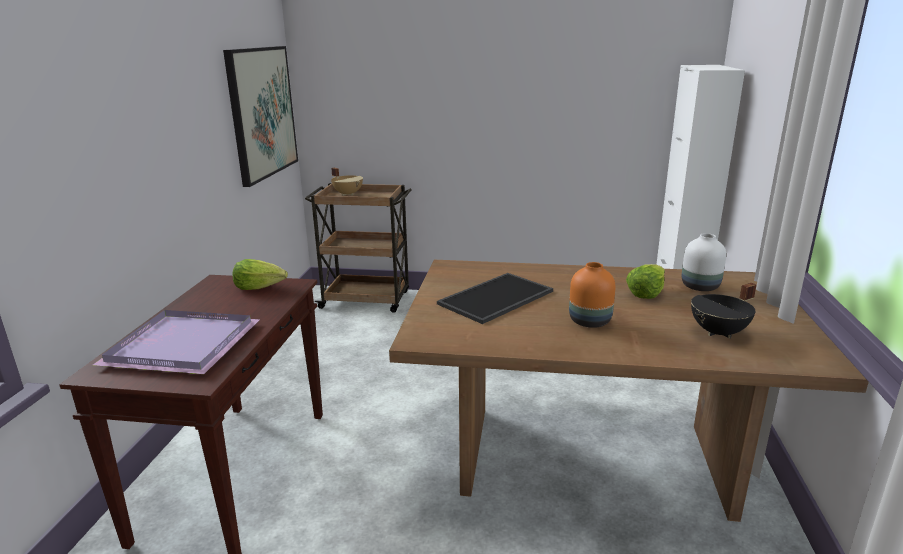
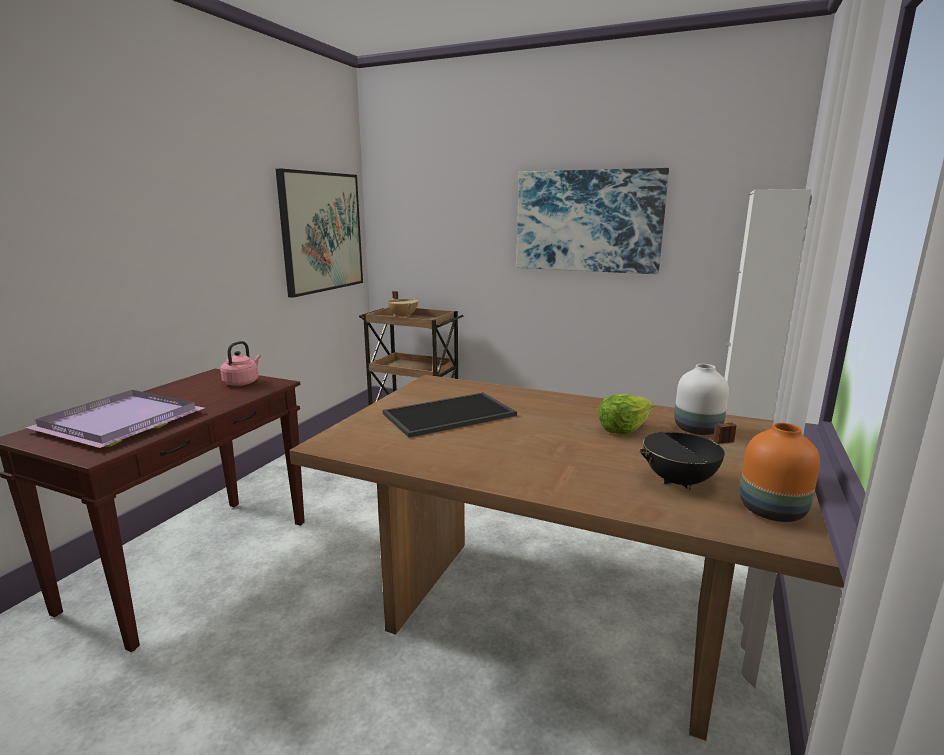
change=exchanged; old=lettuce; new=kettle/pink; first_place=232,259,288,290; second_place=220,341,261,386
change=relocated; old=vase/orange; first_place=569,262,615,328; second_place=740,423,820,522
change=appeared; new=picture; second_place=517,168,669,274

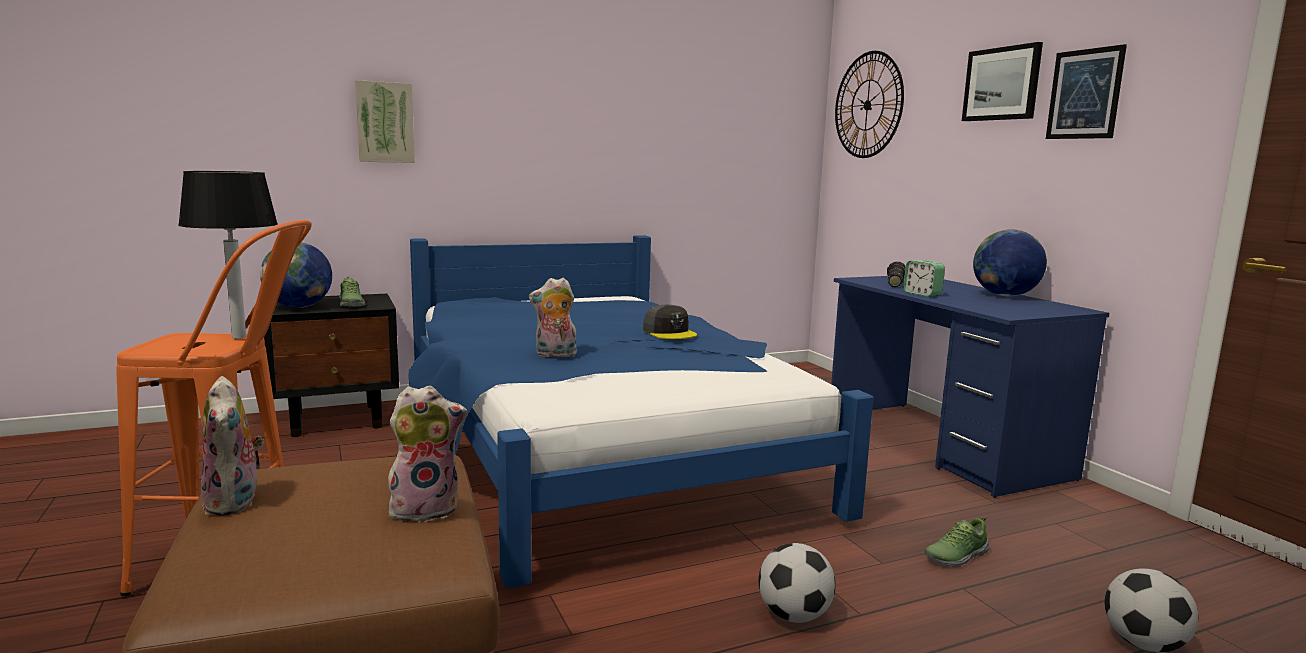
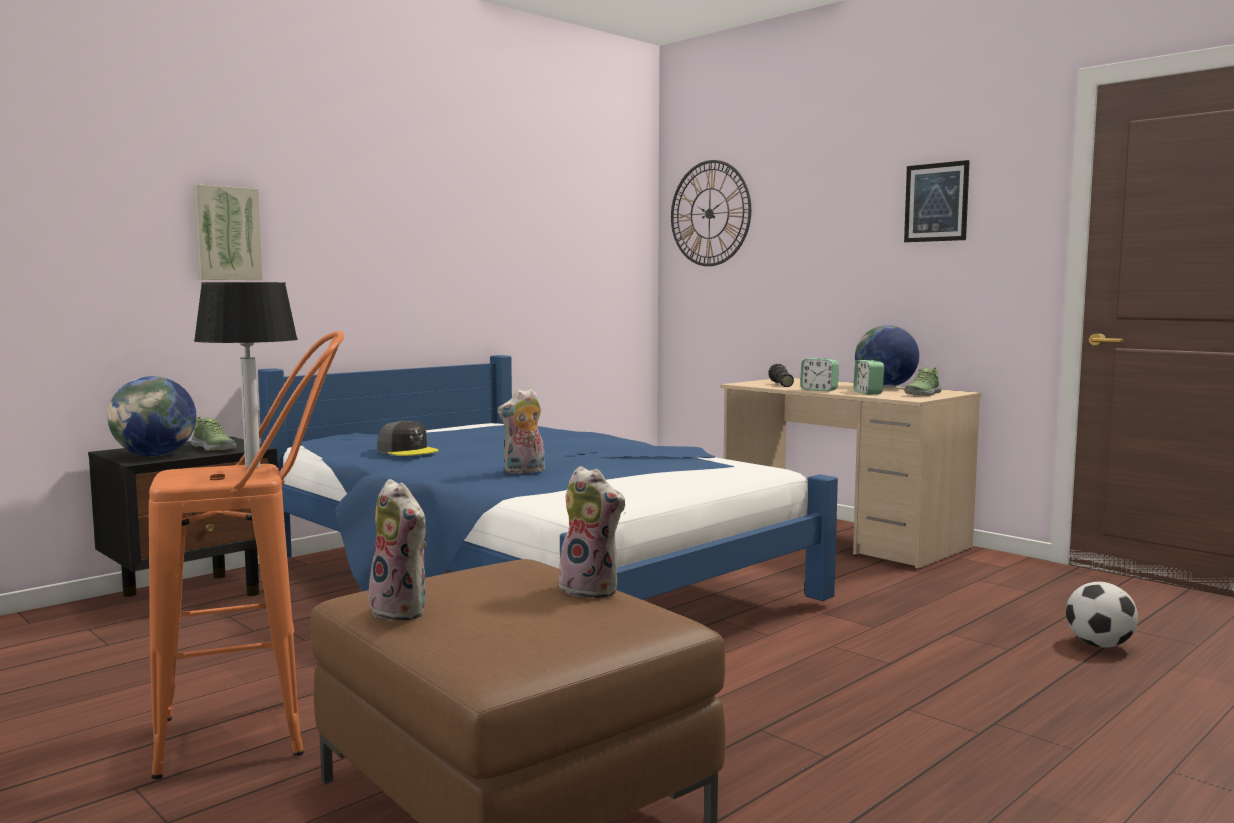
change=missing; old=picture; first_place=962,42,1043,121
change=colour; old=desk/blue; new=desk/beige; first_place=831,276,1109,498; second_place=720,378,981,569
change=relocated; old=cap/grey; first_place=643,304,697,339; second_place=377,421,439,456
change=spun; old=plush toy; first_place=388,386,468,522; second_place=556,466,626,599; degrees=75
change=relocated; old=shoe; first_place=925,517,990,568; second_place=905,367,942,396
change=missing; old=football; first_place=759,543,836,623
change=appeared; new=alarm clock; second_place=853,360,884,394

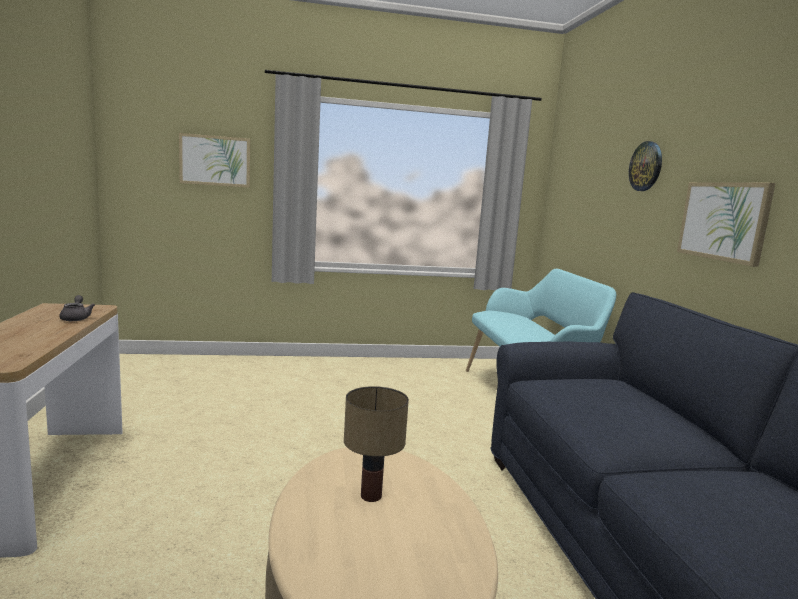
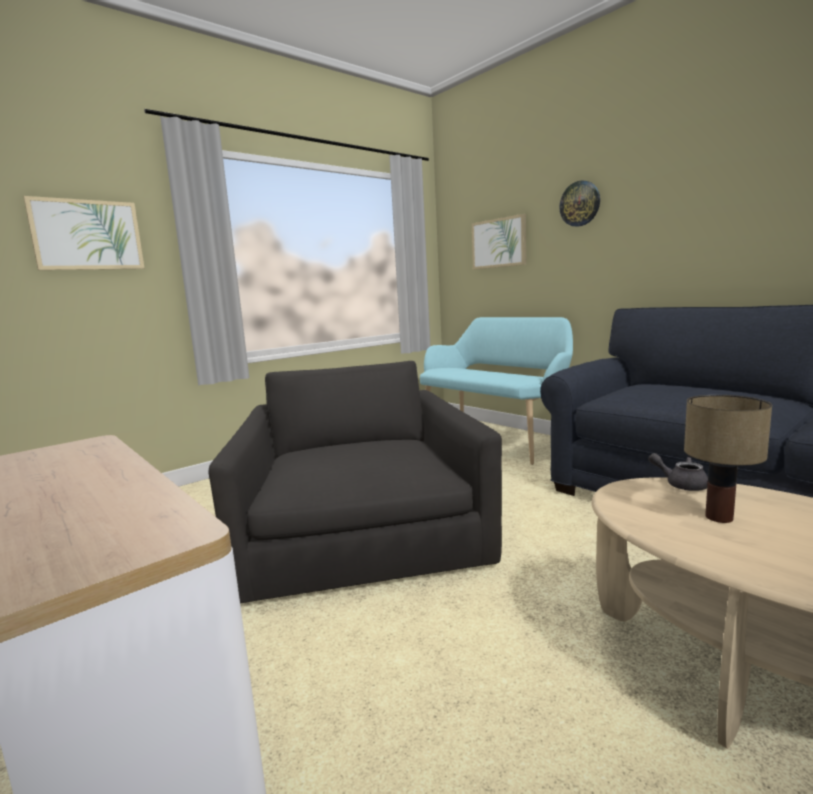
change=relocated; old=picture; first_place=677,182,776,267; second_place=472,214,526,270
change=relocated; old=teapot/grey; first_place=59,295,95,321; second_place=648,453,708,491
change=appeared; new=armchair/black; second_place=209,361,502,604

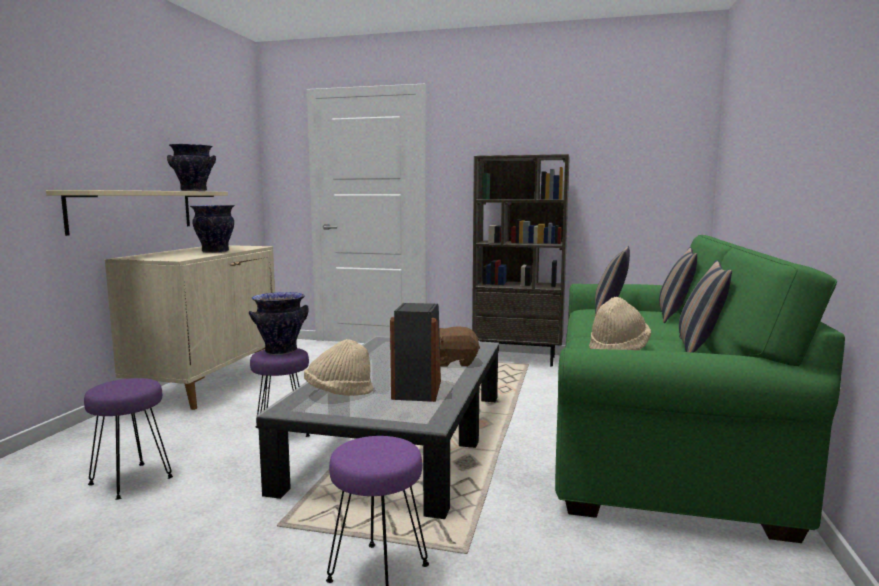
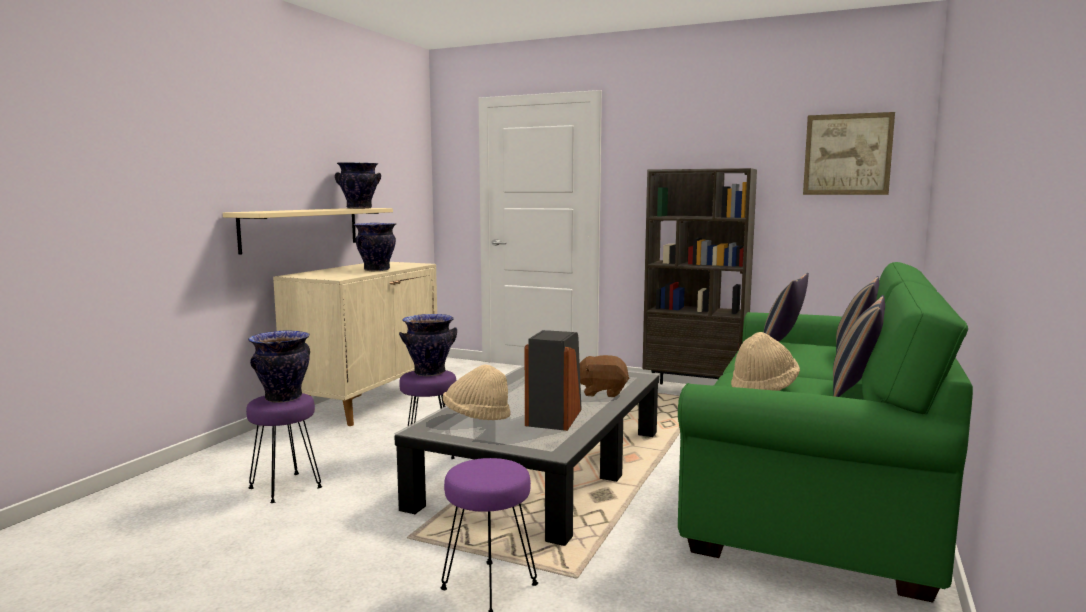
change=appeared; new=picture; second_place=803,112,895,195
change=appeared; new=vase; second_place=248,330,310,403

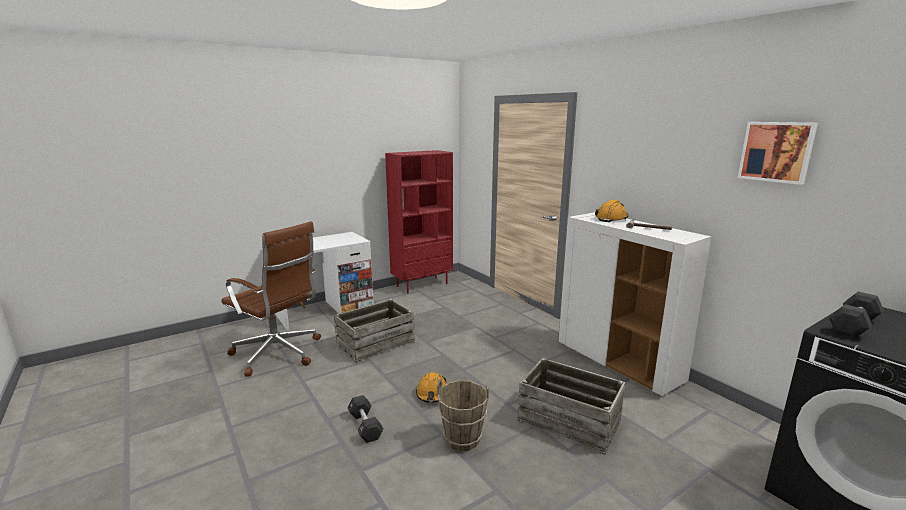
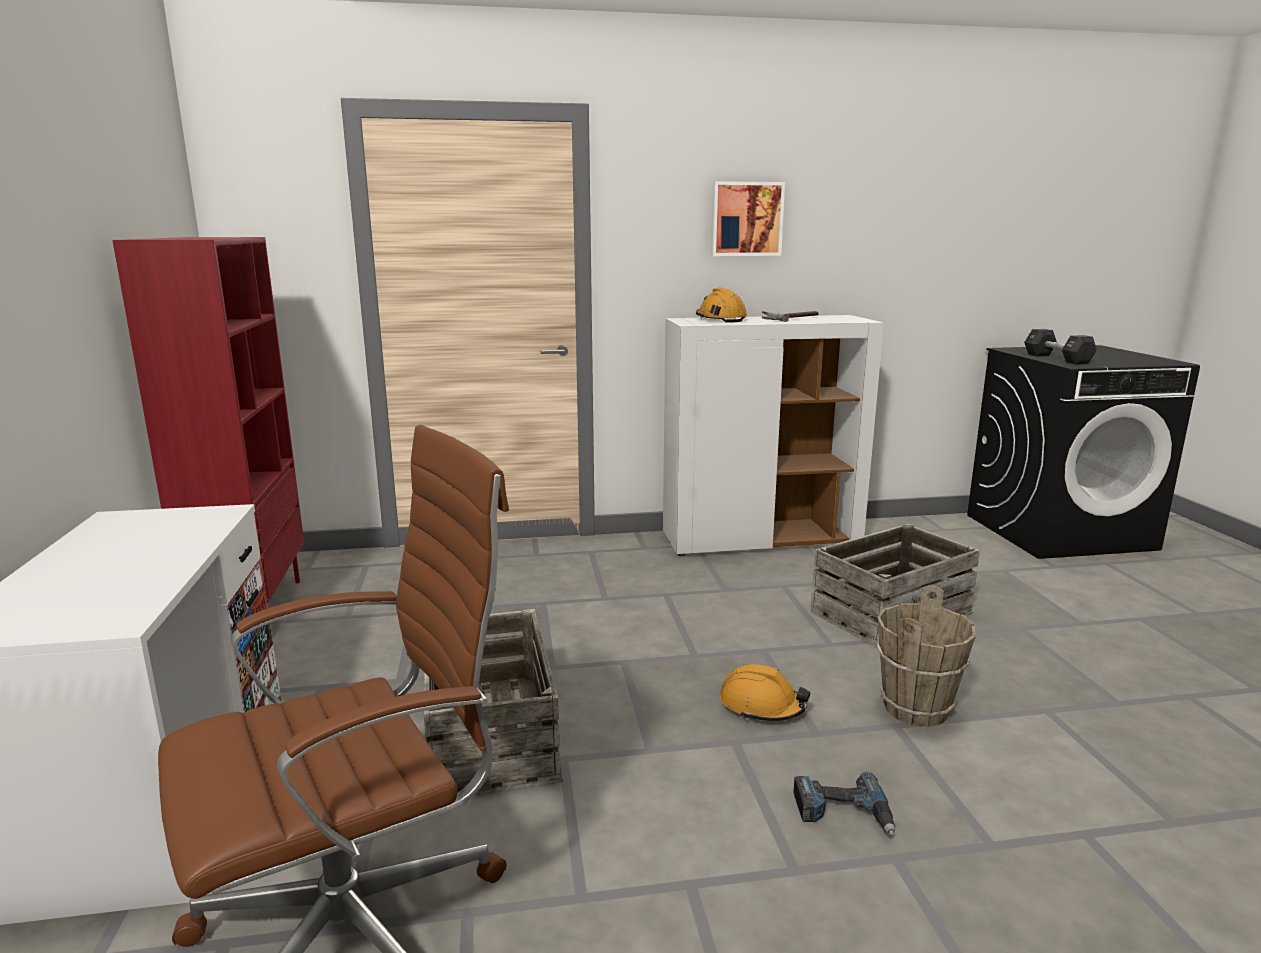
change=relocated; old=picture; first_place=738,122,818,185; second_place=711,181,785,256
change=exchanged; old=dumbbell/black; new=power drill; first_place=348,395,383,443; second_place=793,772,895,835

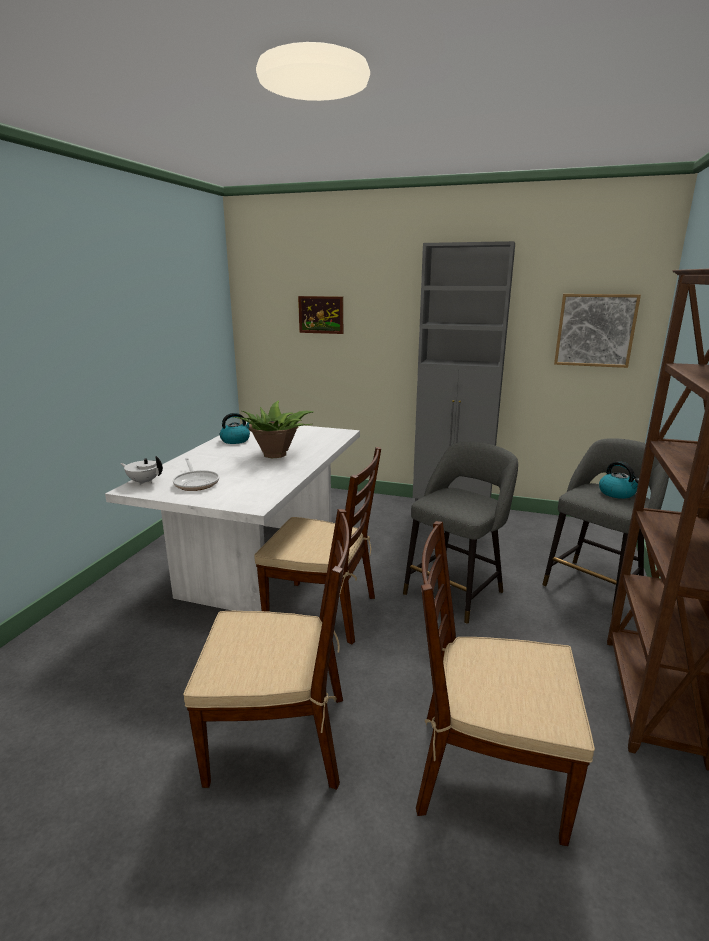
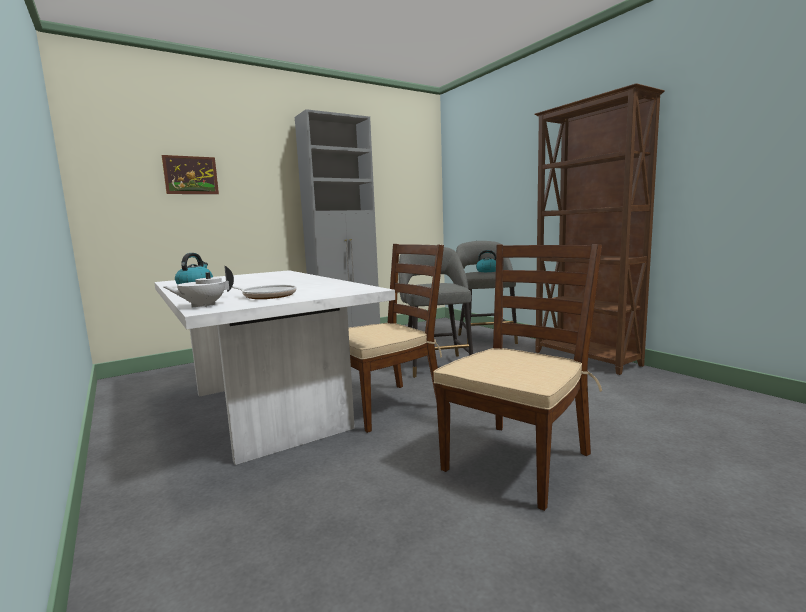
change=missing; old=picture; first_place=554,294,641,368
change=missing; old=potted plant; first_place=234,401,314,458
change=missing; old=chair/brown; first_place=416,521,595,846

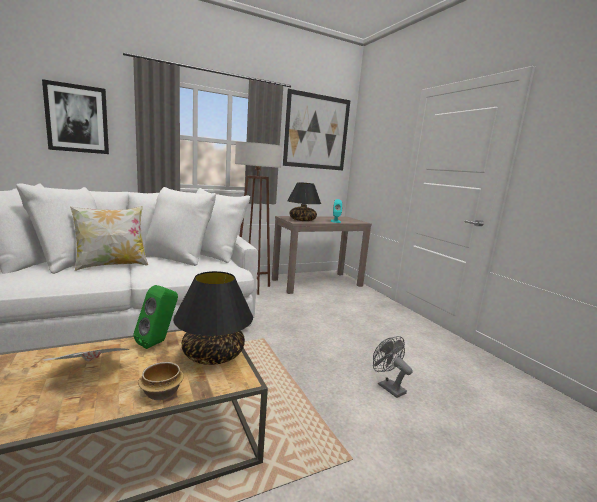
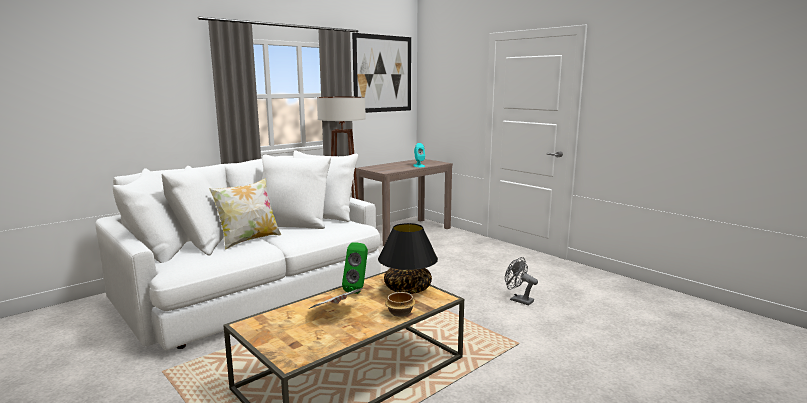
change=missing; old=picture; first_place=42,79,109,154
change=missing; old=table lamp/black; first_place=287,182,321,221

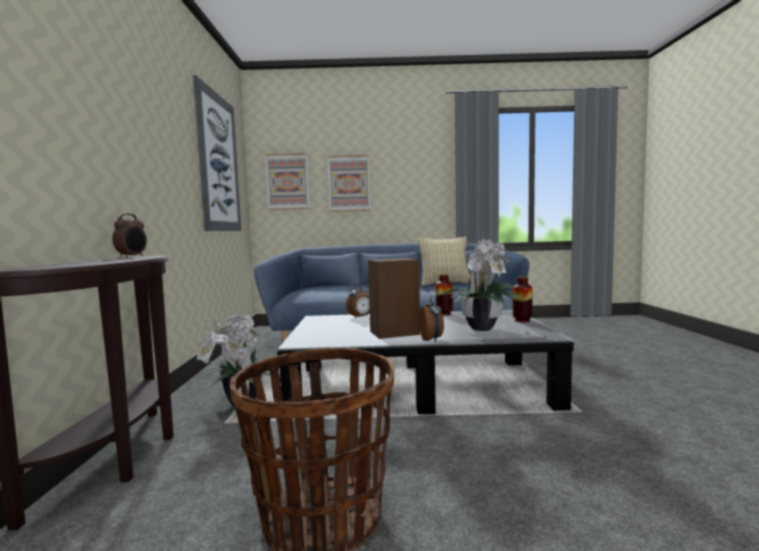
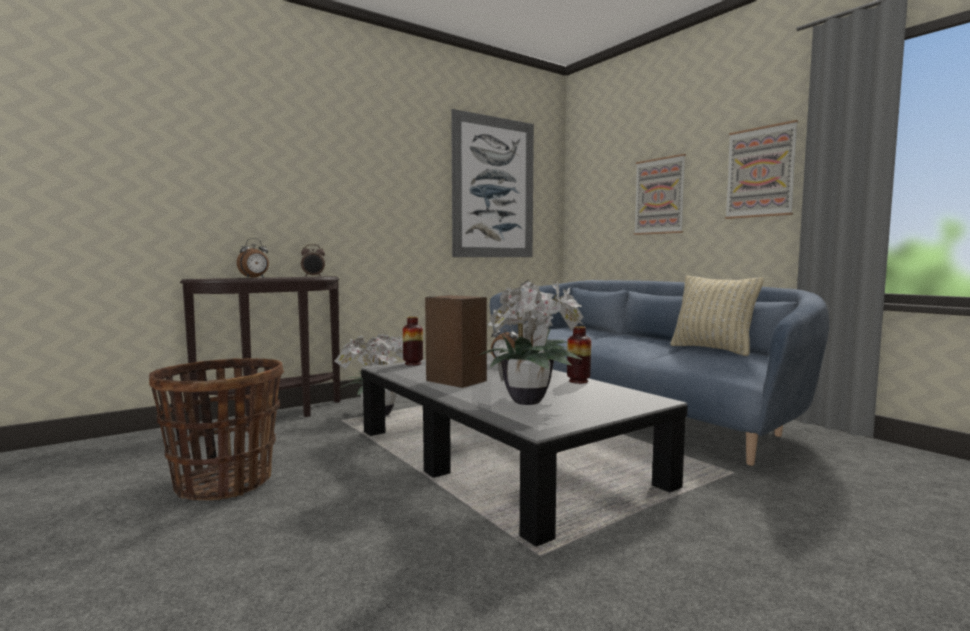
change=relocated; old=picture; first_place=265,153,310,210; second_place=725,120,798,219
change=relocated; old=vase; first_place=513,277,533,322; second_place=403,317,423,366
change=relocated; old=alarm clock; first_place=419,295,444,342; second_place=237,238,269,278

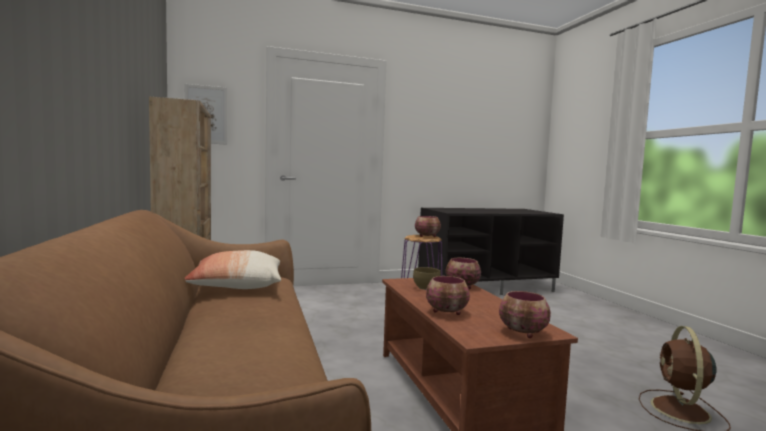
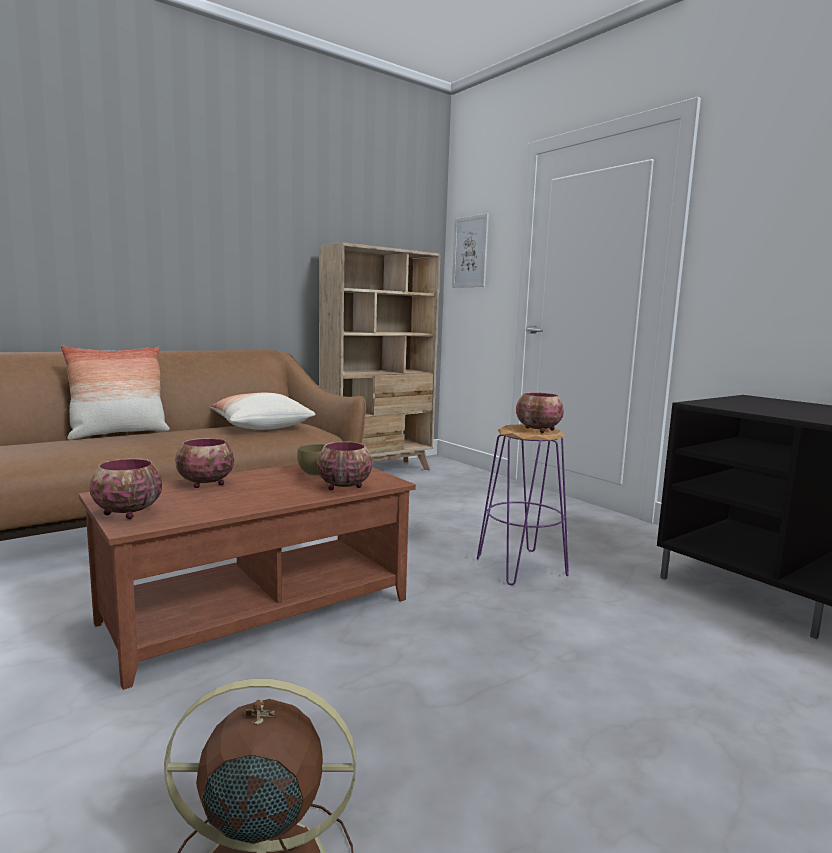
change=appeared; new=pillow; second_place=61,346,170,440

